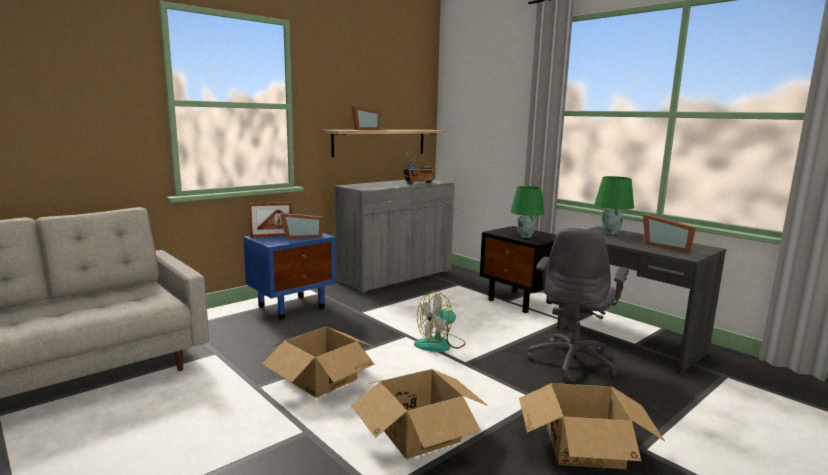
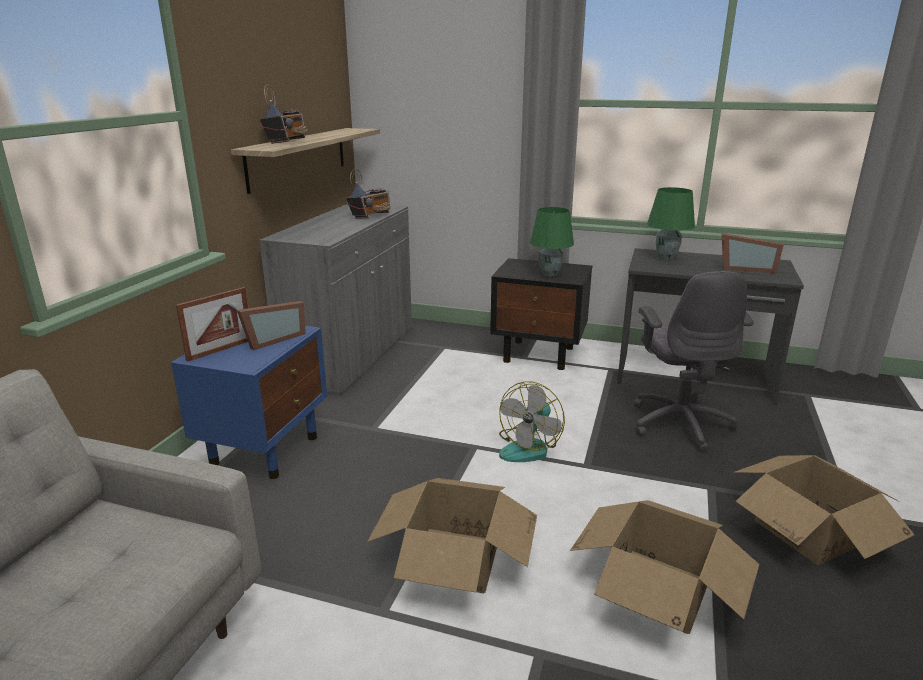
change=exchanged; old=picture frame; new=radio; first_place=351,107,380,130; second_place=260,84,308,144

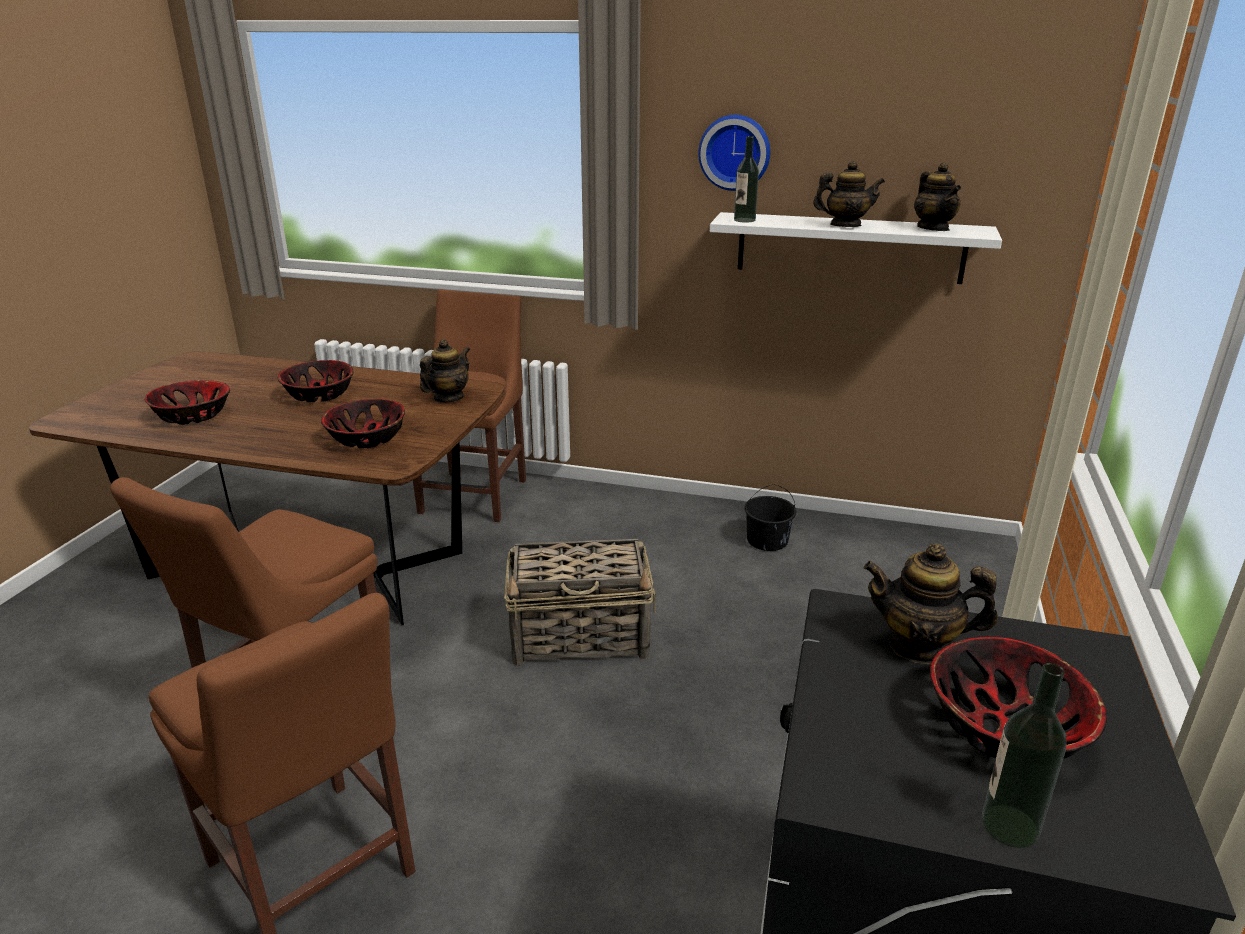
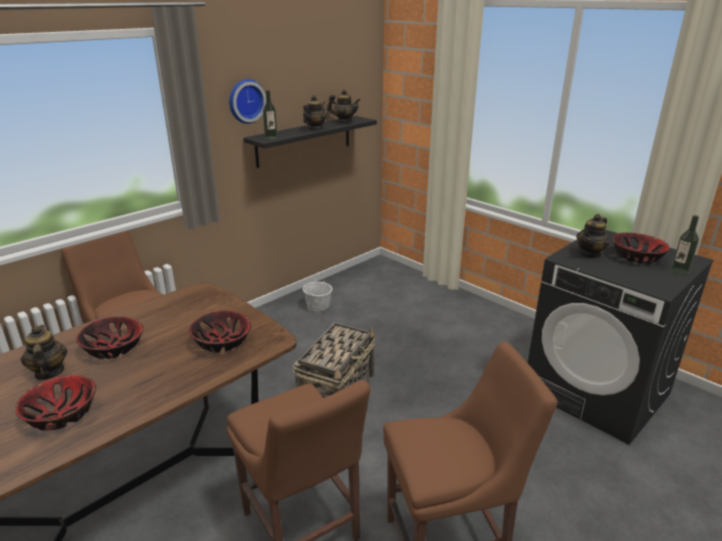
change=colour; old=shelf/white; new=shelf/black; first_place=710,212,1002,284; second_place=243,116,377,168
change=relocated; old=teapot; first_place=420,339,470,403; second_place=21,325,67,380
change=colour; old=bucket/black; new=bucket/white; first_place=744,484,796,551; second_place=303,274,332,312

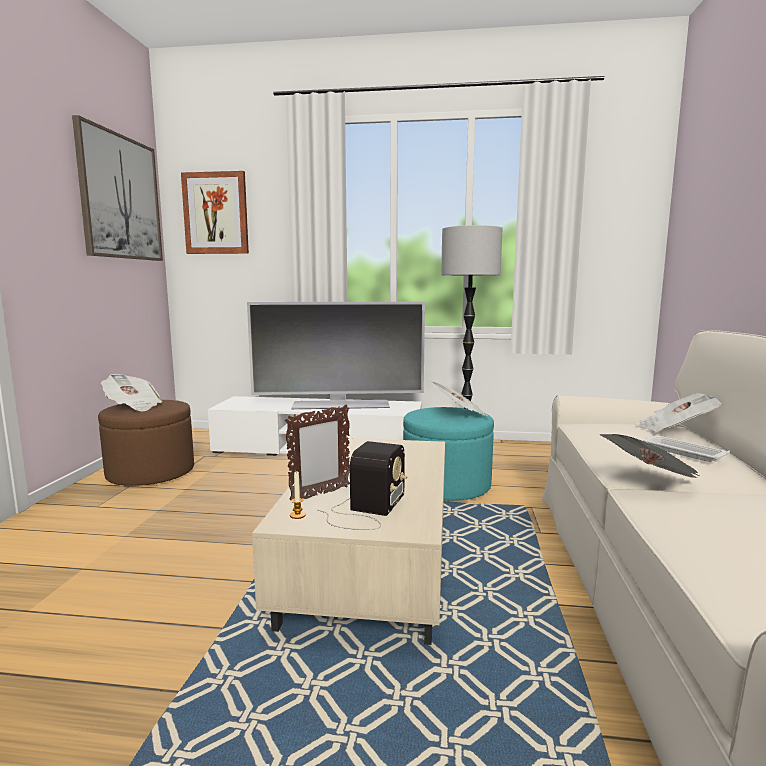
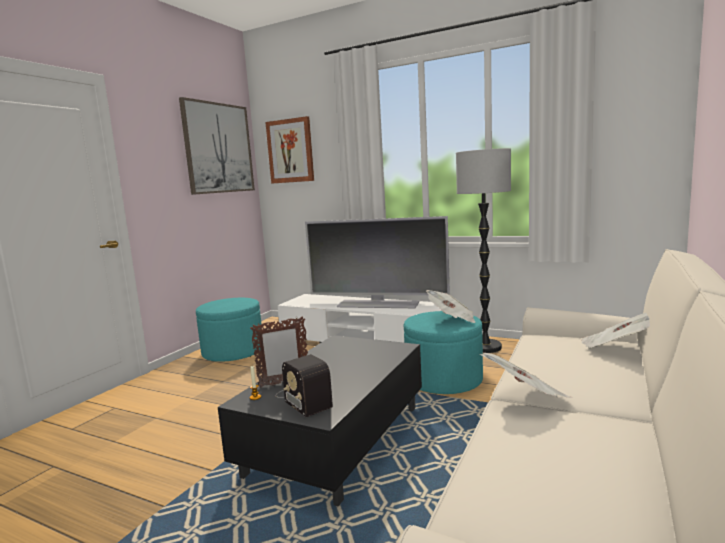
change=missing; old=newspaper; first_place=101,374,162,411
change=colour; old=ottoman/brown; new=ottoman/turquoise; first_place=98,400,194,486; second_place=196,298,262,362
change=missing; old=tray/white; first_place=643,435,730,462
change=colour; old=coffee table/beige; new=coffee table/black; first_place=252,438,445,645; second_place=218,335,422,506
change=spun; old=radio; first_place=317,441,407,530; second_place=275,354,333,417; degrees=105

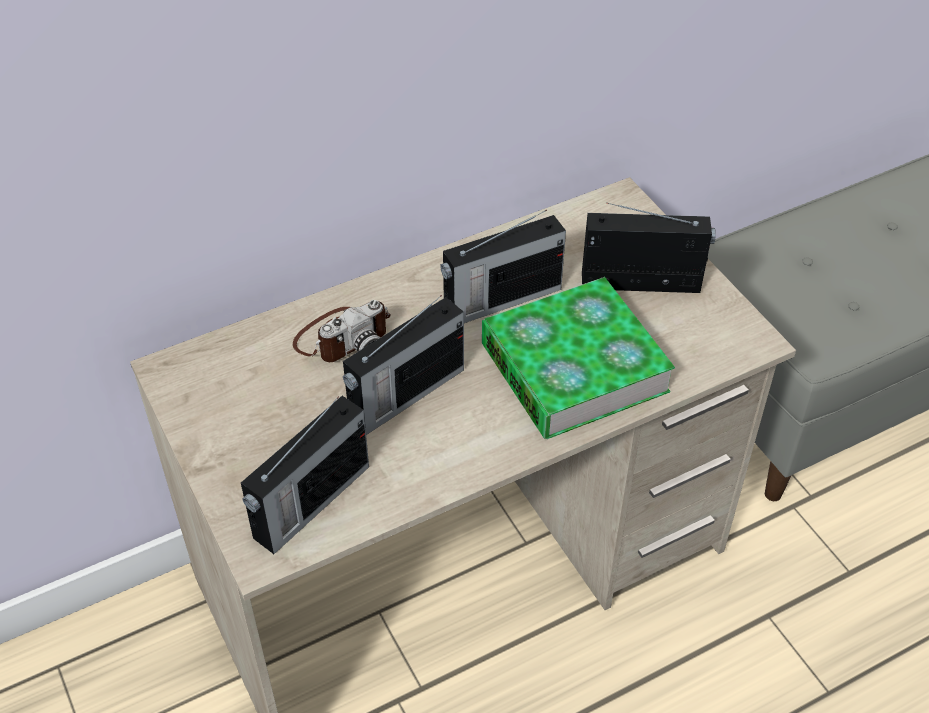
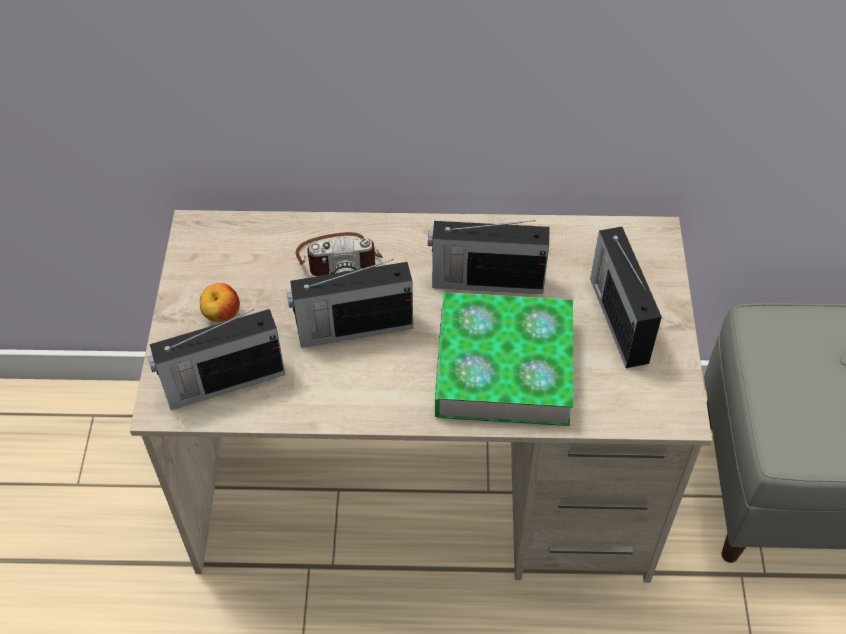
change=spun; old=radio; first_place=582,203,716,293; second_place=590,227,662,368; degrees=-135
change=appeared; new=apple; second_place=200,283,240,322

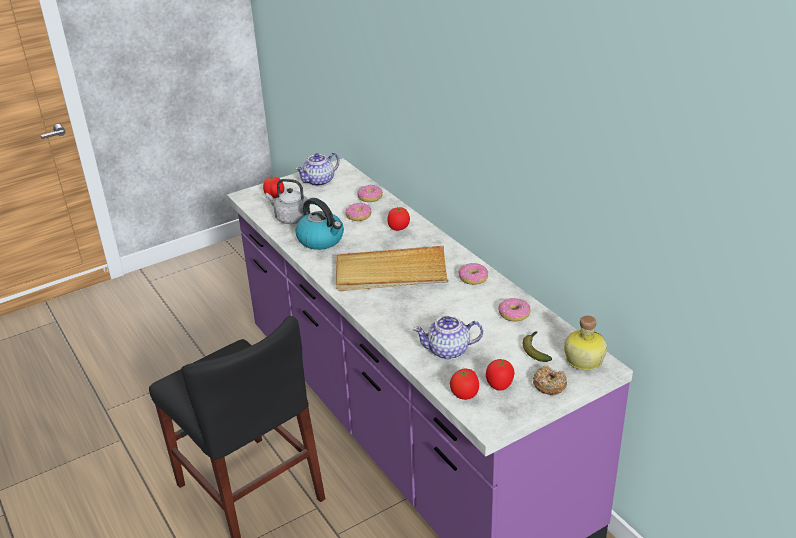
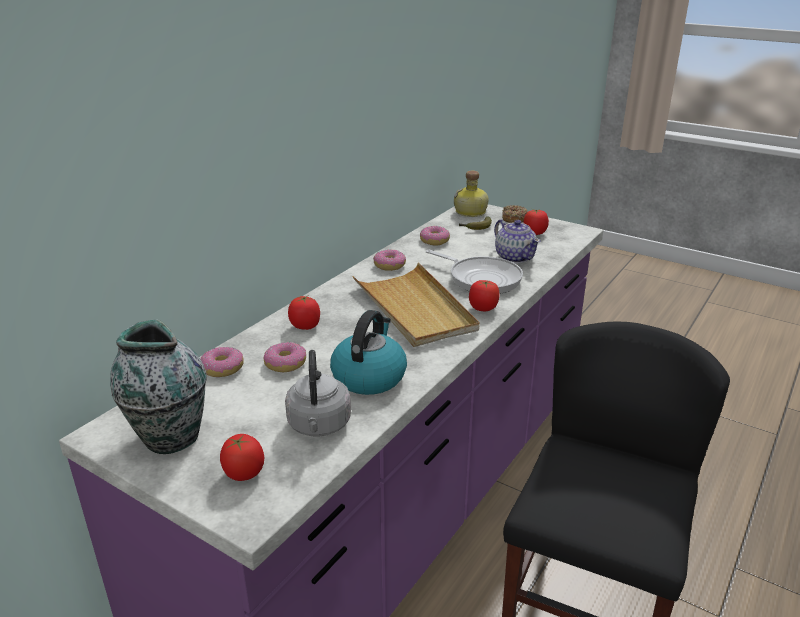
change=exchanged; old=teapot; new=vase; first_place=295,153,340,186; second_place=110,320,207,454
change=relocated; old=tomato; first_place=450,368,479,400; second_place=469,280,500,311
change=appeared; new=frying pan; second_place=426,250,523,294

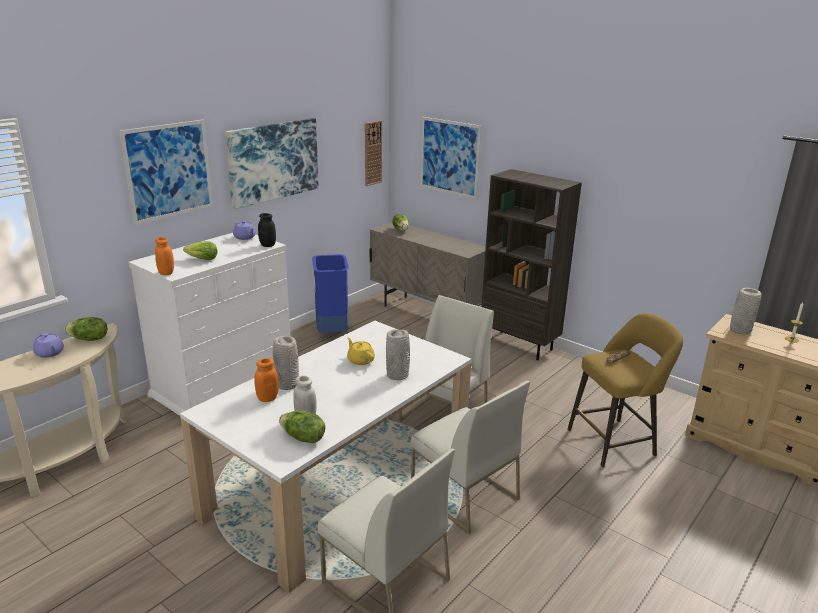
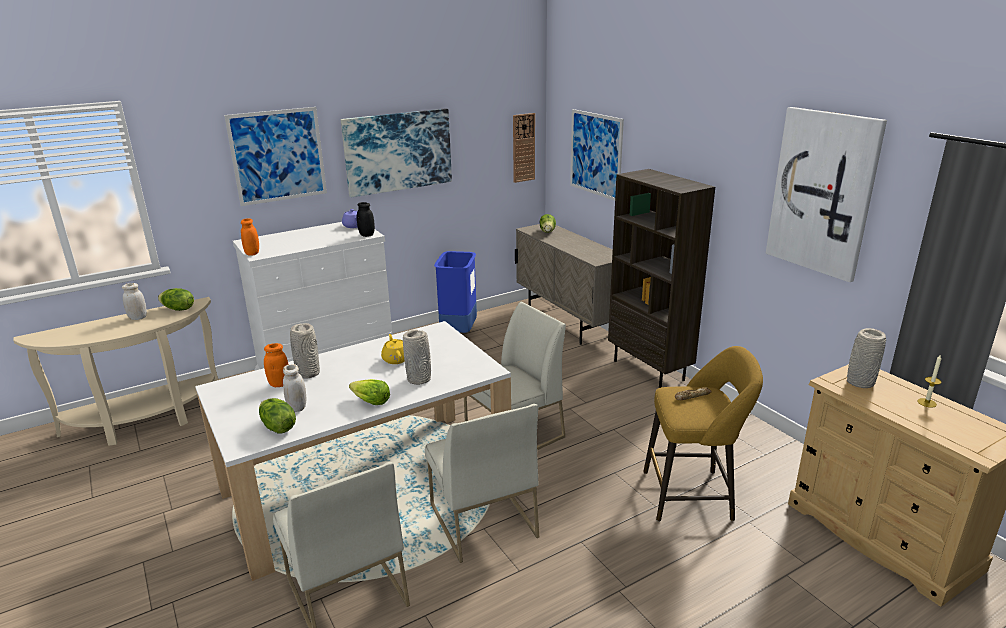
change=relocated; old=lettuce; first_place=183,241,218,260; second_place=349,379,390,405
change=exchanged; old=teapot/purple; new=jar/white; first_place=33,333,64,358; second_place=122,283,147,320
change=appeared; new=picture; second_place=766,107,887,282

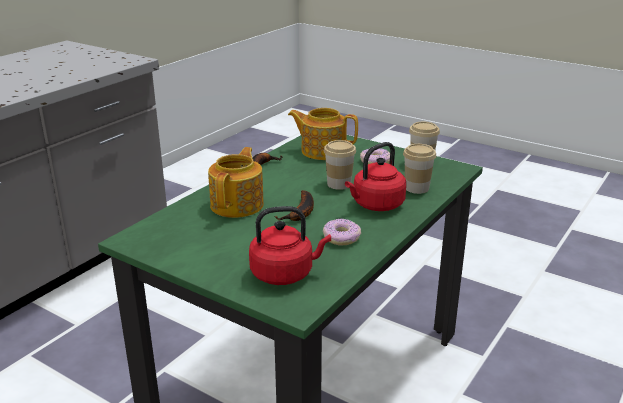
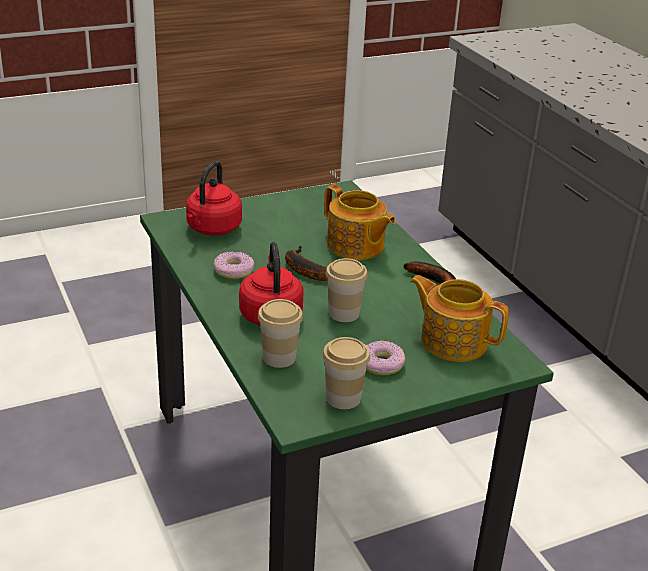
change=spun; old=teapot; first_place=288,108,358,160; second_place=410,275,509,362; degrees=-105

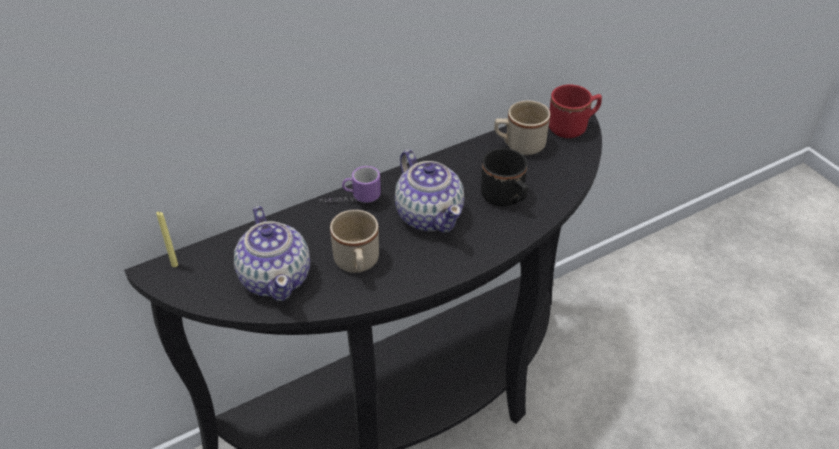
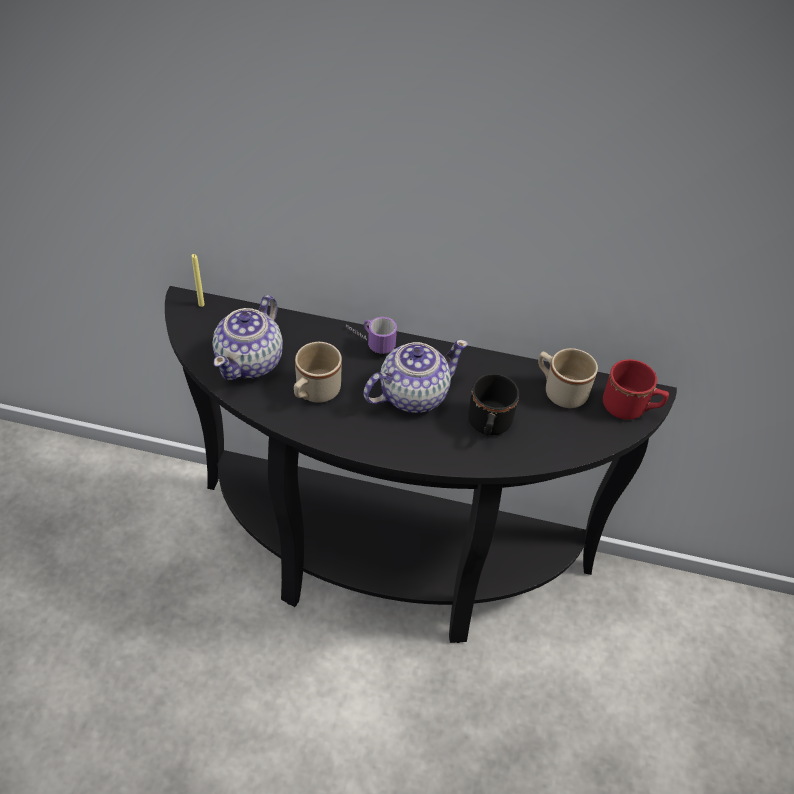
change=spun; old=teapot; first_place=395,150,464,233; second_place=363,340,468,413; degrees=-135

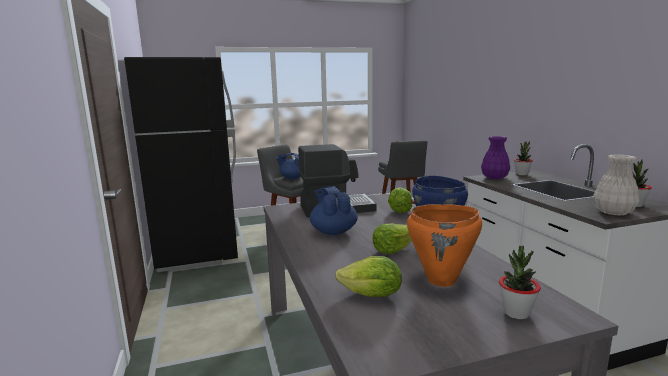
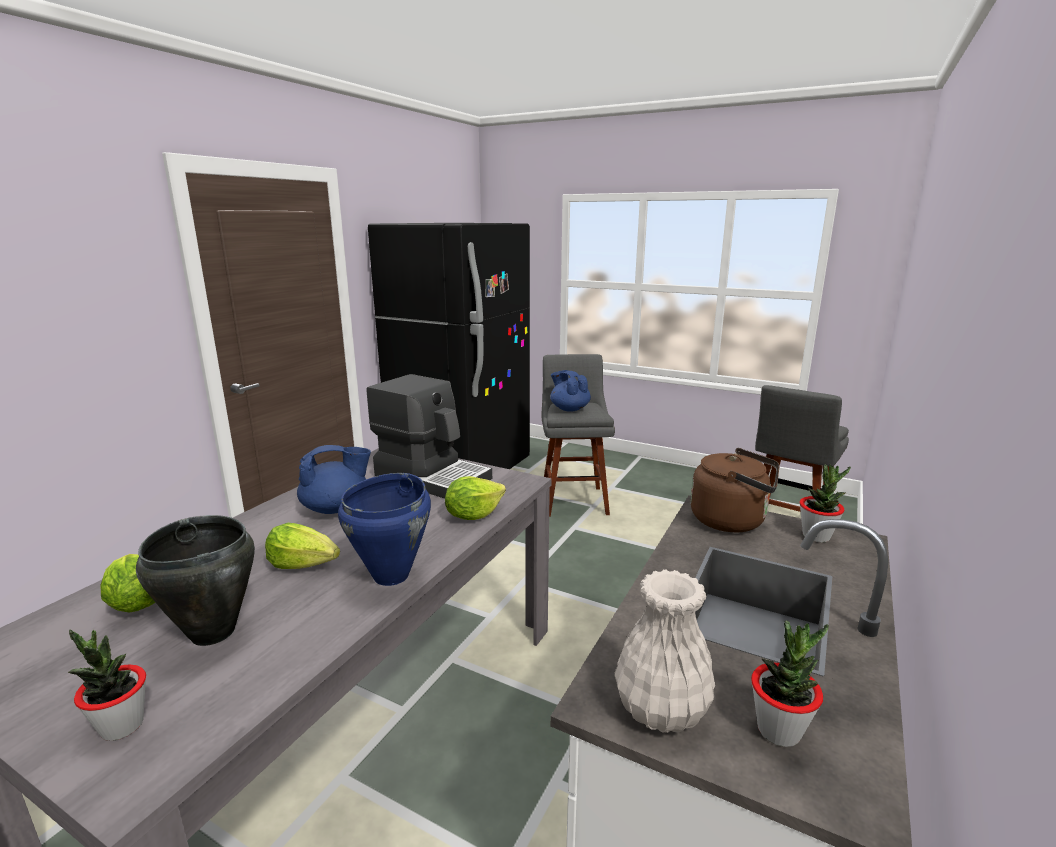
change=exchanged; old=vase/purple; new=kettle/brown; first_place=481,136,510,179; second_place=691,448,780,532
change=spun; old=teapot/blue; first_place=310,186,358,235; second_place=297,445,371,514; degrees=45
change=colour; old=cooking pot/orange; new=cooking pot/black; first_place=407,204,482,287; second_place=136,515,255,646

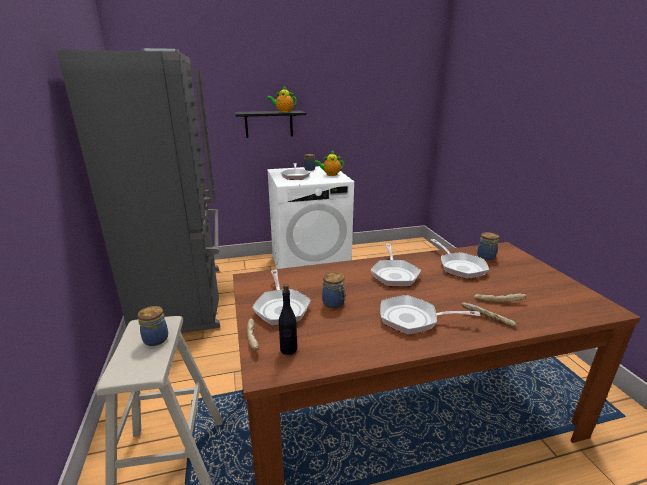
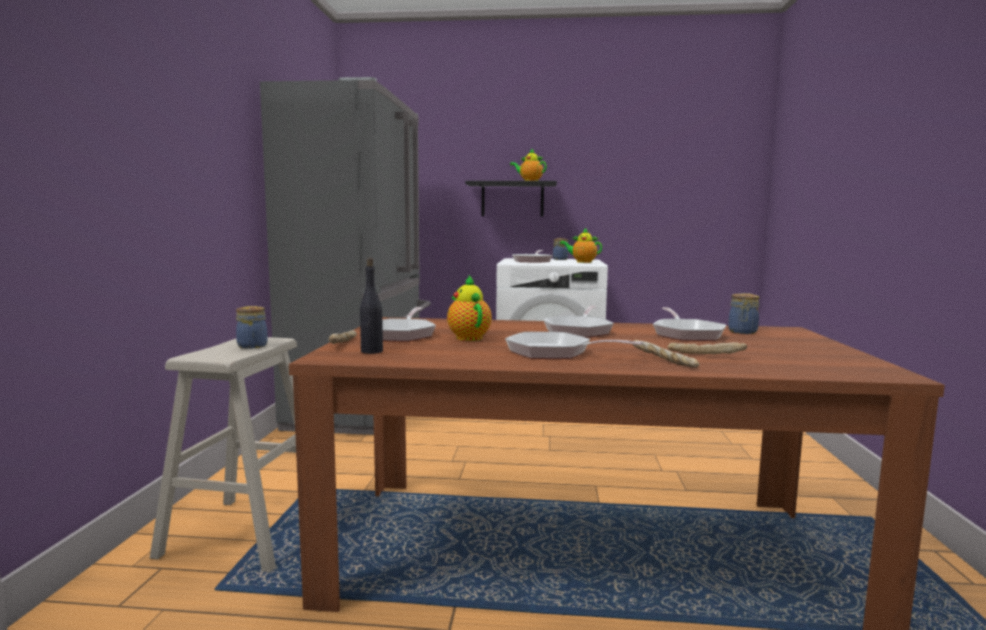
change=exchanged; old=jar; new=teapot; first_place=322,272,345,308; second_place=447,275,492,341

